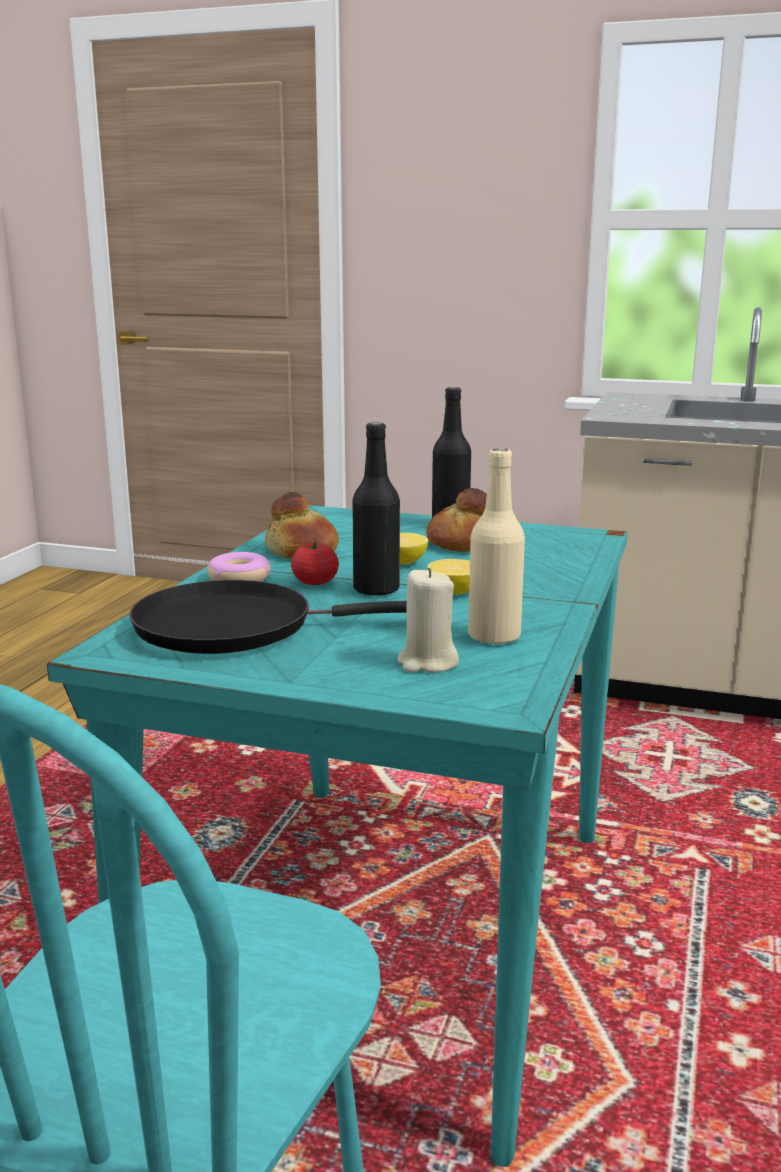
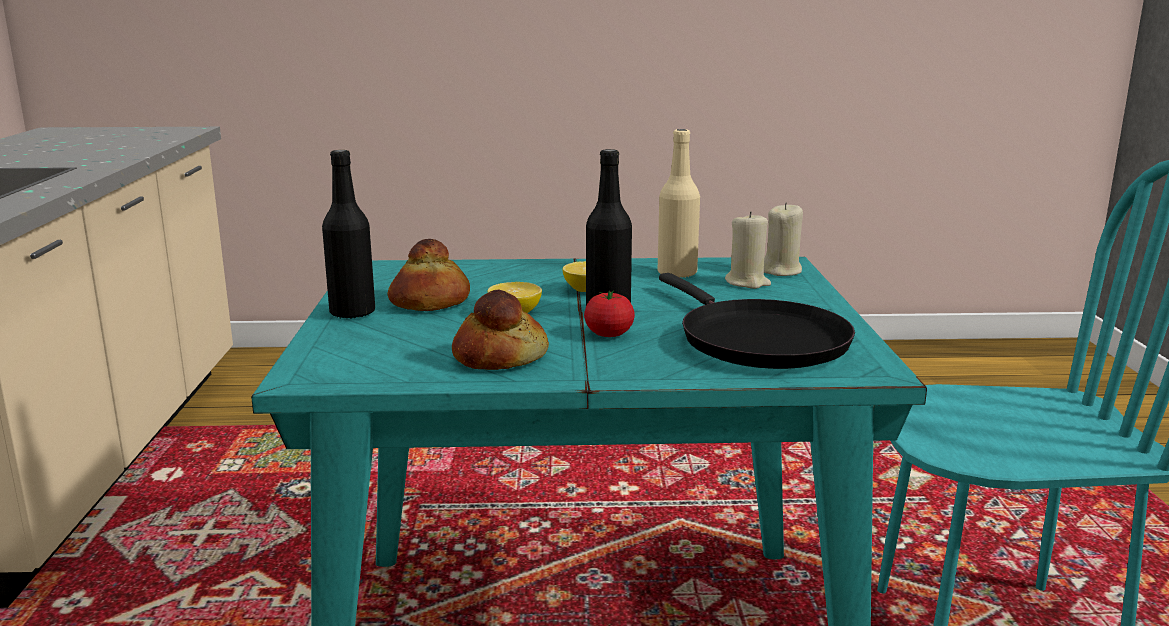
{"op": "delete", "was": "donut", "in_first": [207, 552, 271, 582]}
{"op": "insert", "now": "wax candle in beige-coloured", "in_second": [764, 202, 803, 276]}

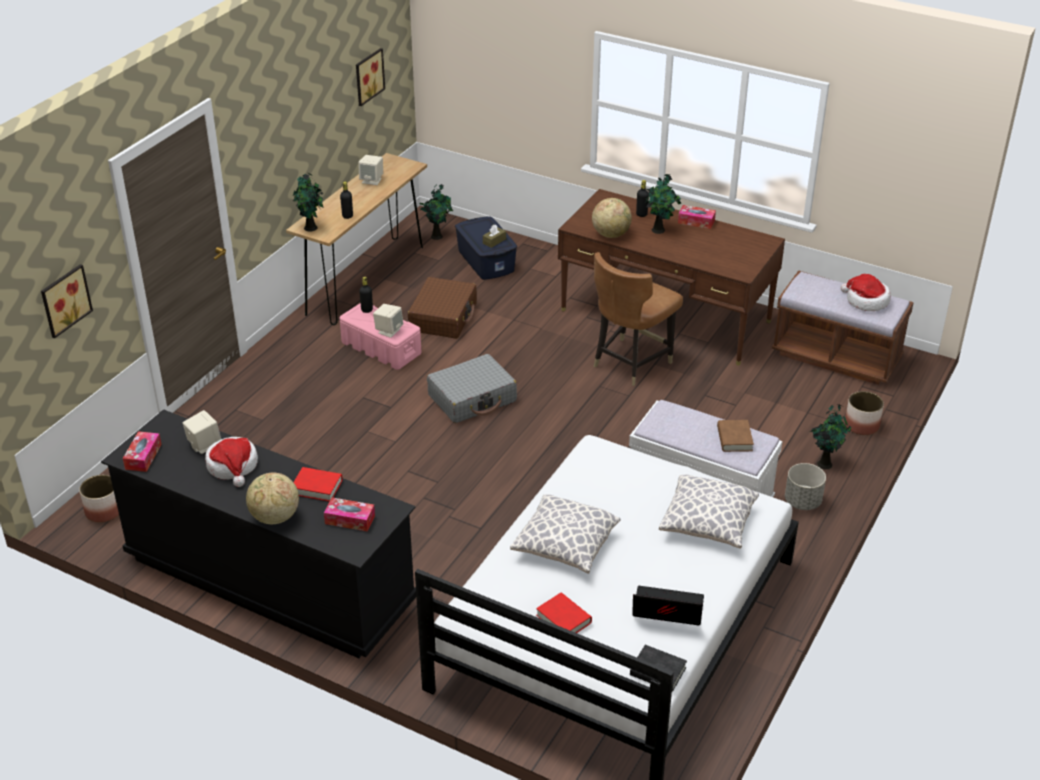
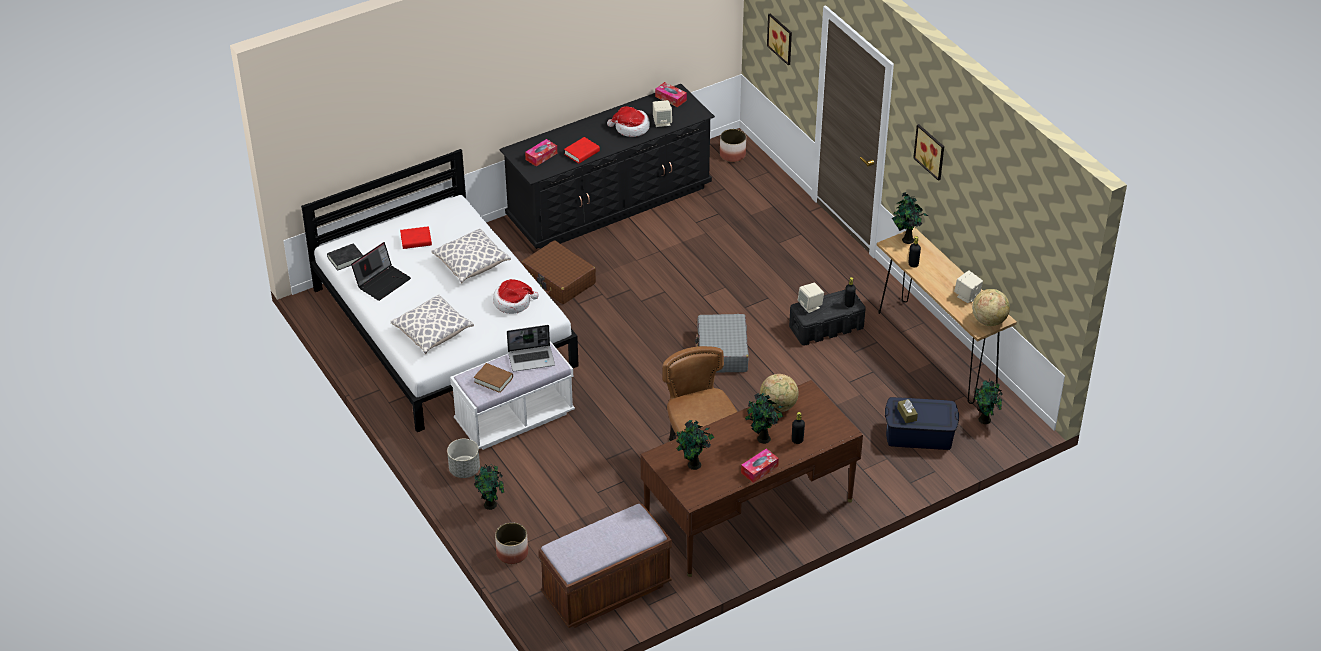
{"op": "insert", "now": "portable computer", "in_second": [507, 325, 555, 372]}
{"op": "insert", "now": "plant in a pot", "in_second": [676, 420, 714, 470]}
{"op": "move", "was": "globe", "in_first": [246, 473, 299, 524], "in_second": [972, 289, 1010, 326]}
{"op": "move", "was": "wall picture", "in_first": [356, 48, 385, 106], "in_second": [913, 124, 944, 181]}
{"op": "move", "was": "piece of luggage in brown", "in_first": [408, 277, 477, 339], "in_second": [522, 240, 596, 304]}
{"op": "move", "was": "wearable hat", "in_first": [840, 274, 891, 311], "in_second": [493, 279, 539, 314]}
{"op": "recolor", "was": "storage box in pinkish", "now": "storage box in black-coloured", "in_first": [339, 303, 421, 370], "in_second": [789, 290, 866, 346]}

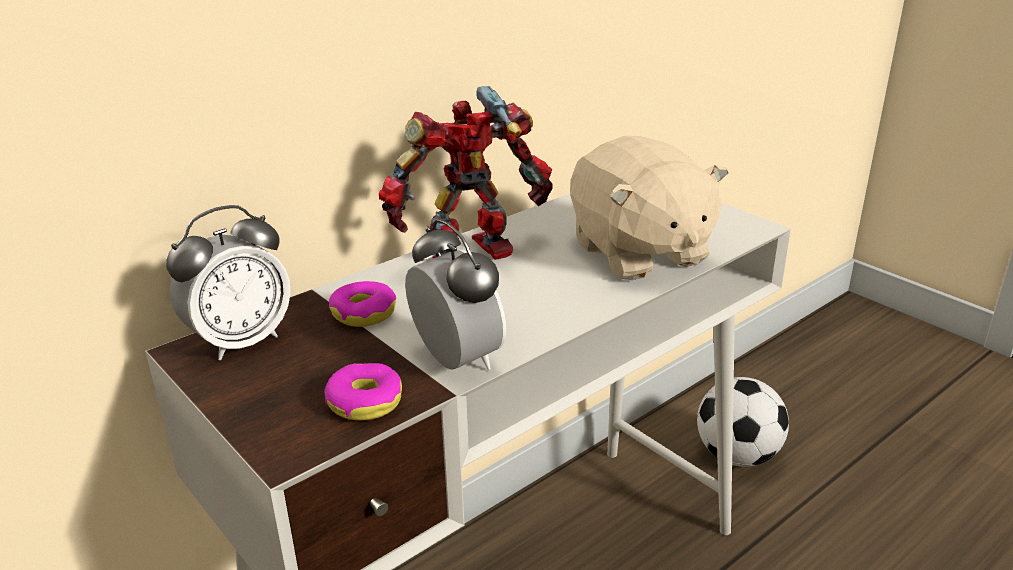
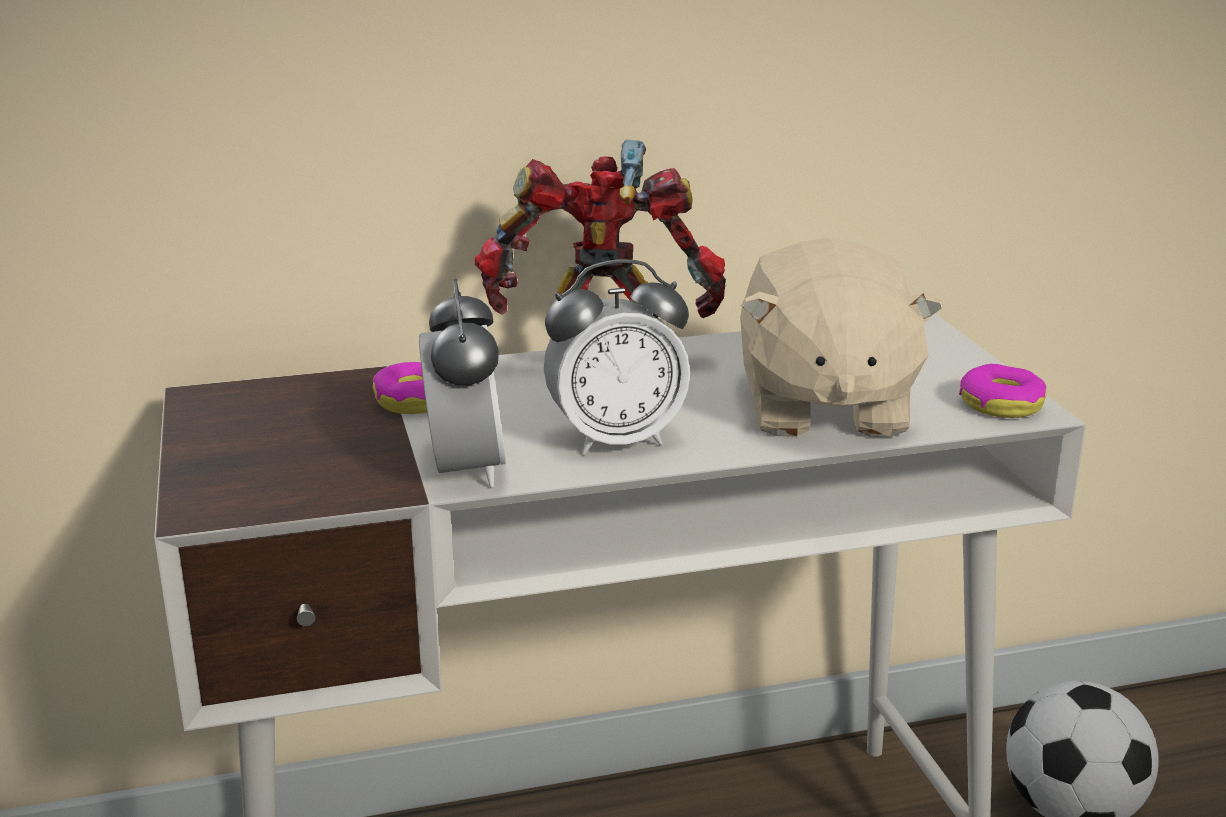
{"op": "move", "was": "alarm clock", "in_first": [166, 205, 291, 360], "in_second": [544, 259, 690, 455]}
{"op": "move", "was": "donut", "in_first": [324, 363, 402, 421], "in_second": [959, 364, 1047, 418]}

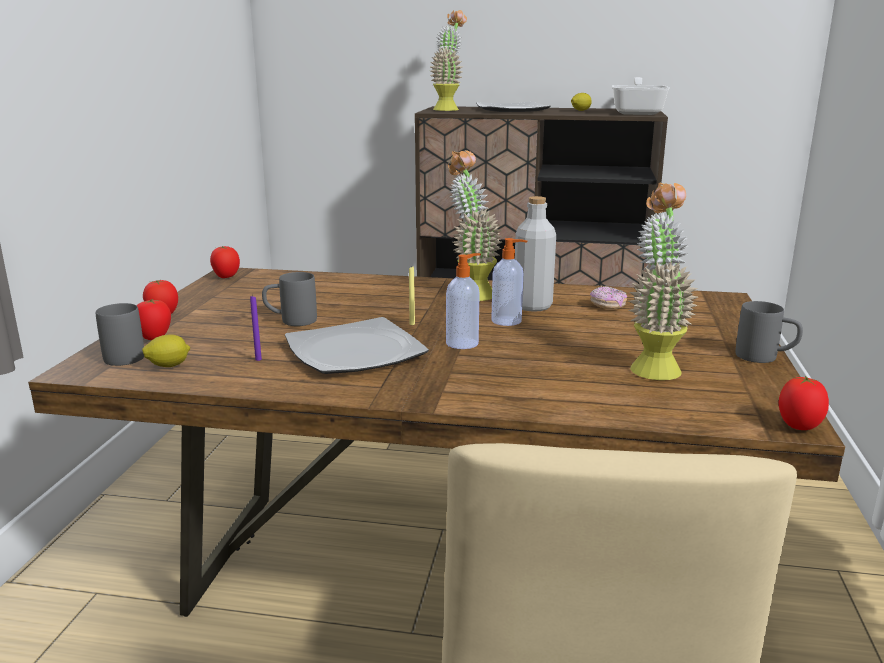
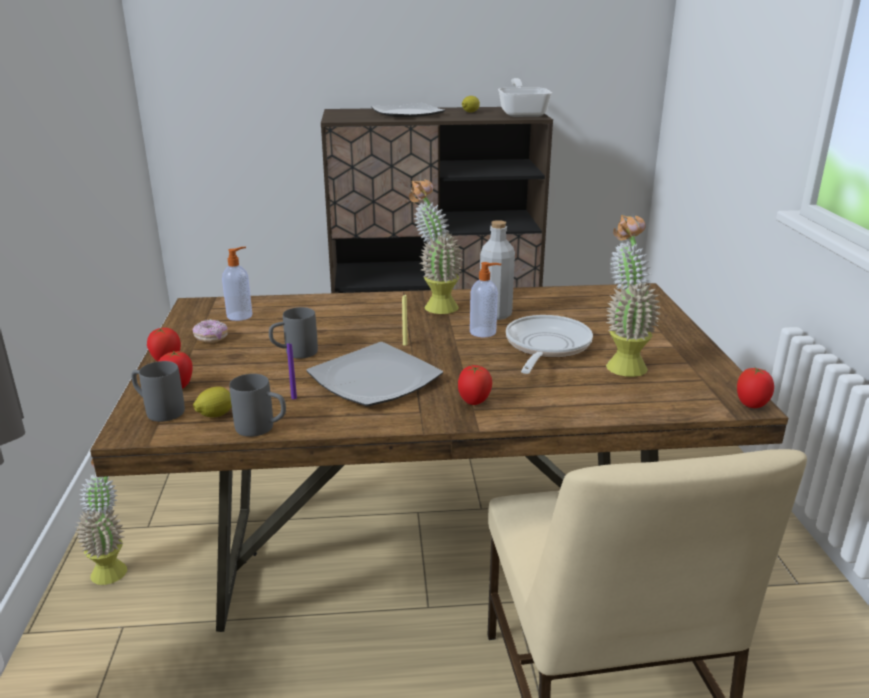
{"op": "insert", "now": "pan", "in_second": [506, 315, 593, 374]}
{"op": "move", "was": "whole tomato", "in_first": [210, 246, 240, 278], "in_second": [458, 365, 492, 405]}
{"op": "move", "was": "plant in a pot", "in_first": [430, 10, 467, 111], "in_second": [75, 459, 127, 585]}
{"op": "move", "was": "soap dispenser", "in_first": [446, 253, 481, 349], "in_second": [222, 247, 252, 321]}
{"op": "move", "was": "donut", "in_first": [590, 286, 627, 310], "in_second": [192, 319, 228, 343]}
{"op": "move", "was": "tea mug in gray", "in_first": [736, 301, 803, 363], "in_second": [229, 374, 286, 437]}

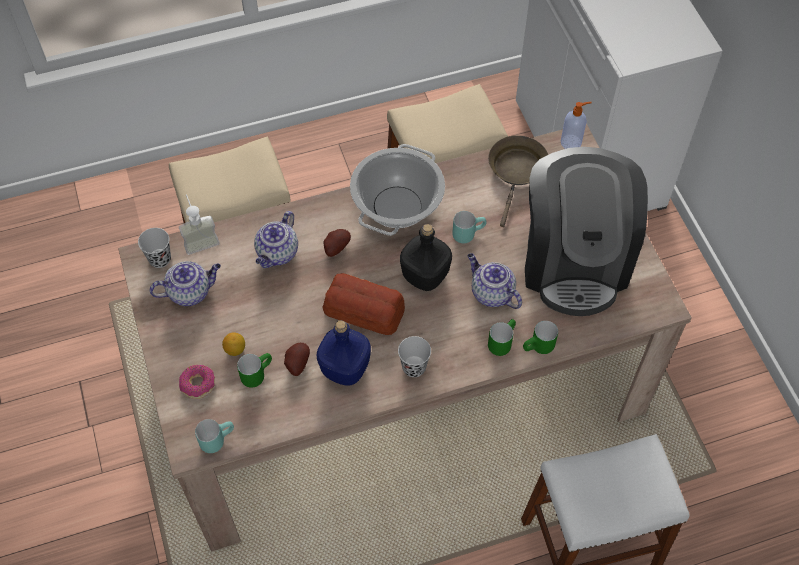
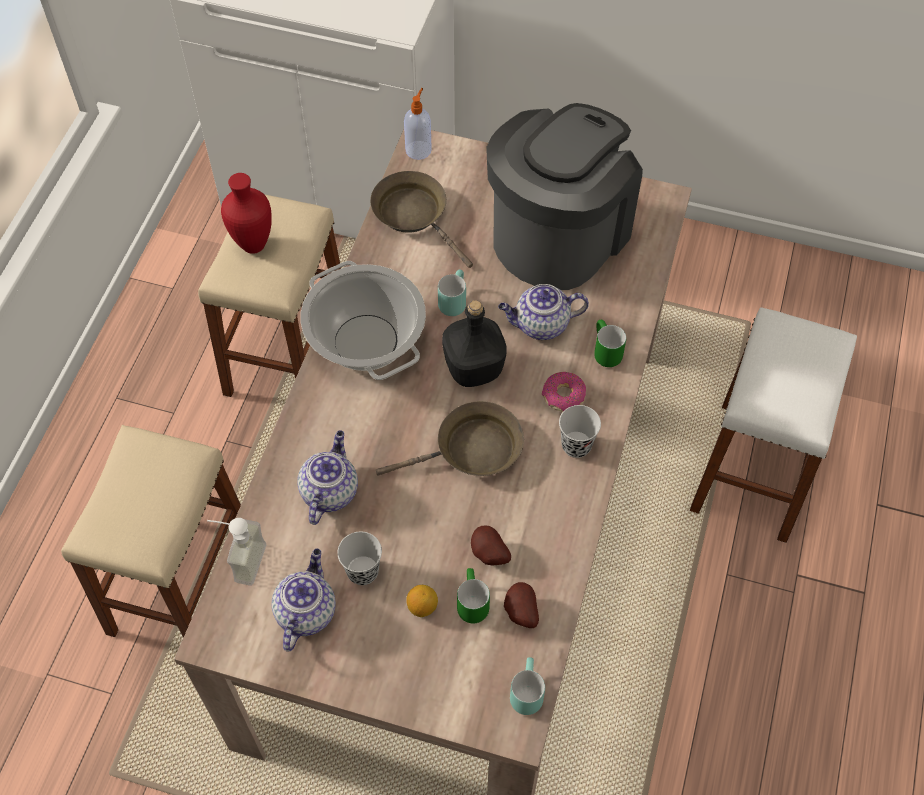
{"op": "delete", "was": "drink bottle in blue", "in_first": [316, 320, 371, 386]}
{"op": "delete", "was": "tea mug in green-coloured", "in_first": [523, 321, 558, 354]}
{"op": "insert", "now": "decorative vase in red", "in_second": [221, 173, 272, 254]}
{"op": "move", "was": "cup in black-coloured", "in_first": [138, 228, 171, 268], "in_second": [337, 532, 382, 585]}
{"op": "move", "was": "donut", "in_first": [179, 365, 215, 399], "in_second": [542, 372, 586, 411]}
{"op": "move", "was": "potato", "in_first": [324, 229, 351, 257], "in_second": [504, 582, 539, 628]}
{"op": "replace", "was": "bakery bread", "now": "pan in brown", "in_first": [323, 273, 405, 335], "in_second": [376, 401, 524, 476]}
{"op": "rotate", "was": "tea pot", "in_first": [254, 211, 298, 268], "in_second": [297, 430, 358, 525], "clockwise": -135}
{"op": "rotate", "was": "coffee maker", "in_first": [525, 147, 648, 316], "in_second": [486, 103, 643, 290], "clockwise": -90}

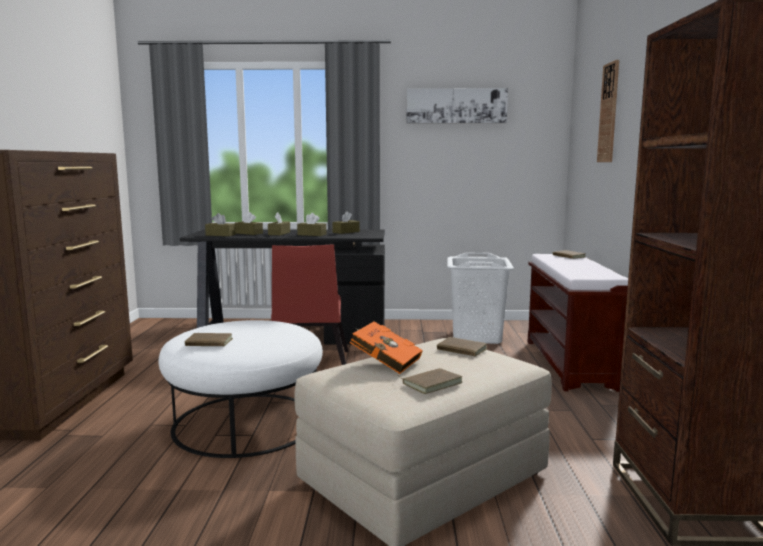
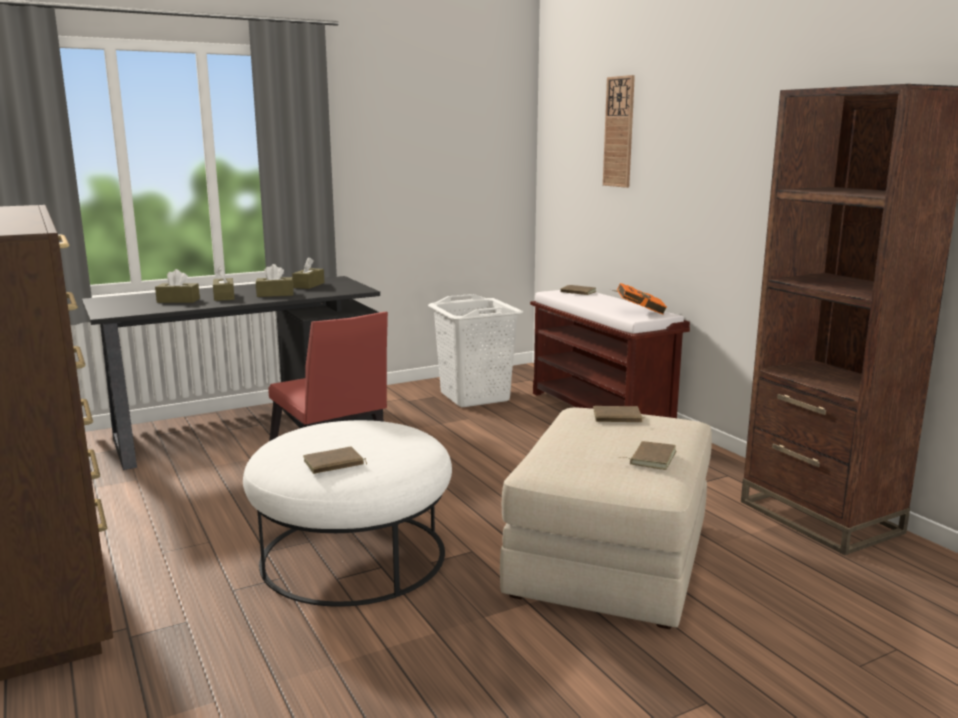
{"op": "delete", "was": "tissue box in brown", "in_first": [205, 213, 235, 236]}
{"op": "delete", "was": "wall picture", "in_first": [406, 88, 508, 123]}
{"op": "move", "was": "bound book in orange-coloured", "in_first": [350, 321, 423, 374], "in_second": [611, 283, 667, 315]}

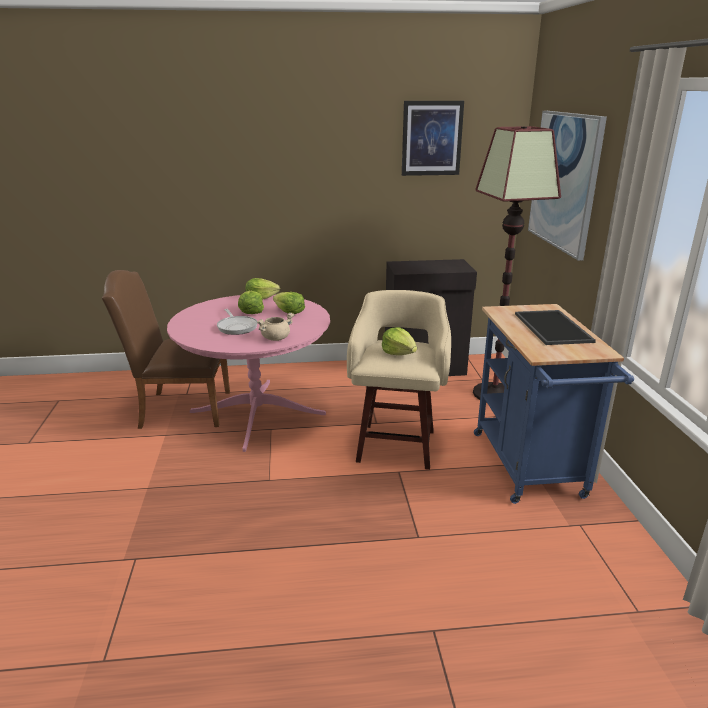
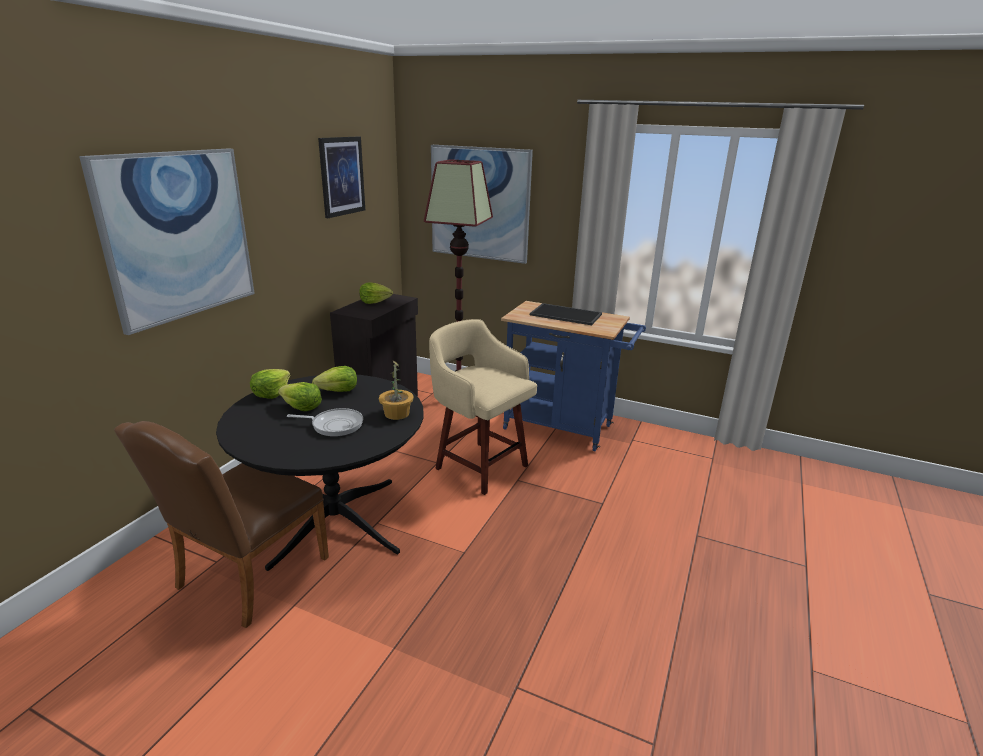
{"op": "insert", "now": "wall picture", "in_second": [79, 148, 255, 335]}
{"op": "move", "was": "lettuce head", "in_first": [382, 327, 417, 355], "in_second": [359, 282, 393, 304]}
{"op": "replace", "was": "stockpot in beige-coloured", "now": "plant in a pot", "in_first": [257, 313, 294, 341], "in_second": [379, 360, 414, 420]}
{"op": "recolor", "was": "dining table in pinkish", "now": "dining table in black-coloured", "in_first": [167, 295, 330, 452], "in_second": [216, 375, 424, 571]}

